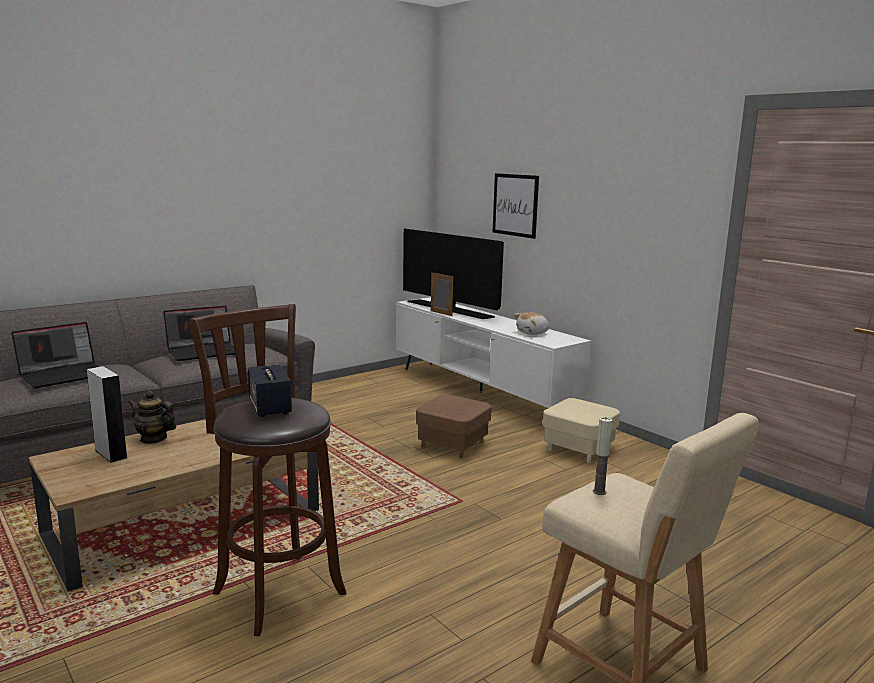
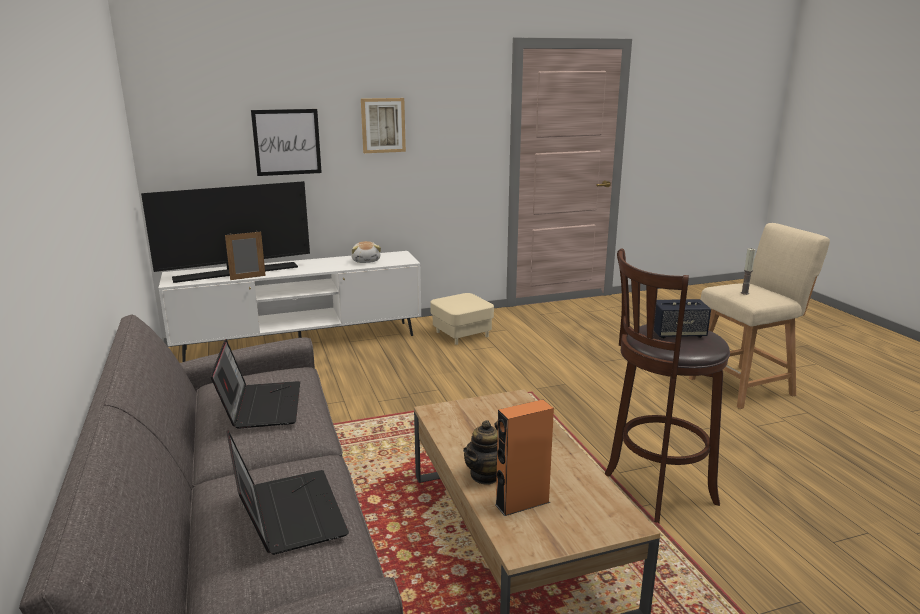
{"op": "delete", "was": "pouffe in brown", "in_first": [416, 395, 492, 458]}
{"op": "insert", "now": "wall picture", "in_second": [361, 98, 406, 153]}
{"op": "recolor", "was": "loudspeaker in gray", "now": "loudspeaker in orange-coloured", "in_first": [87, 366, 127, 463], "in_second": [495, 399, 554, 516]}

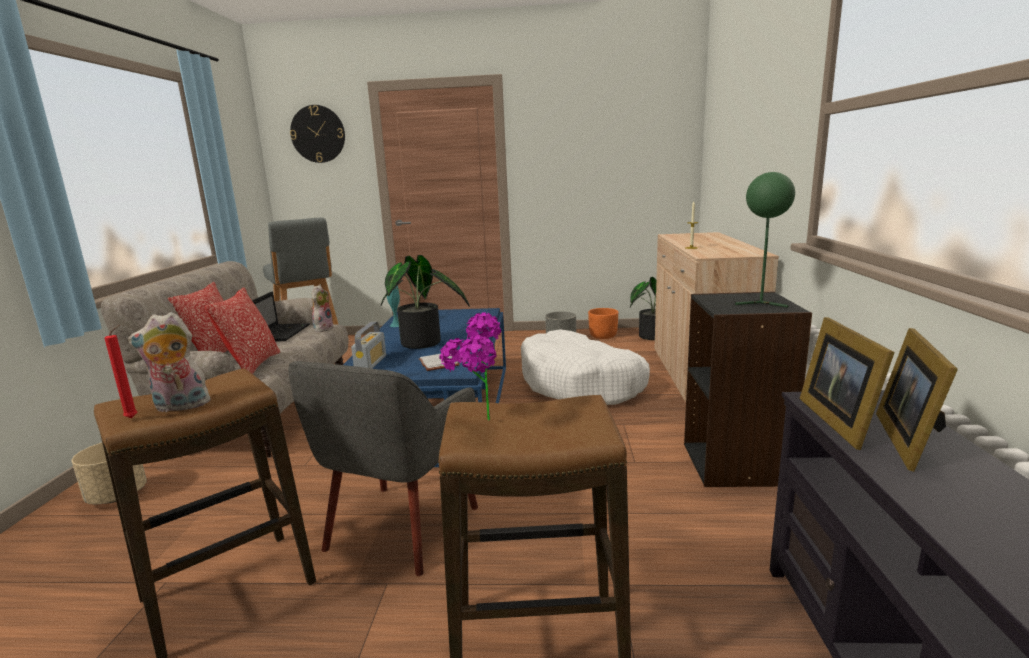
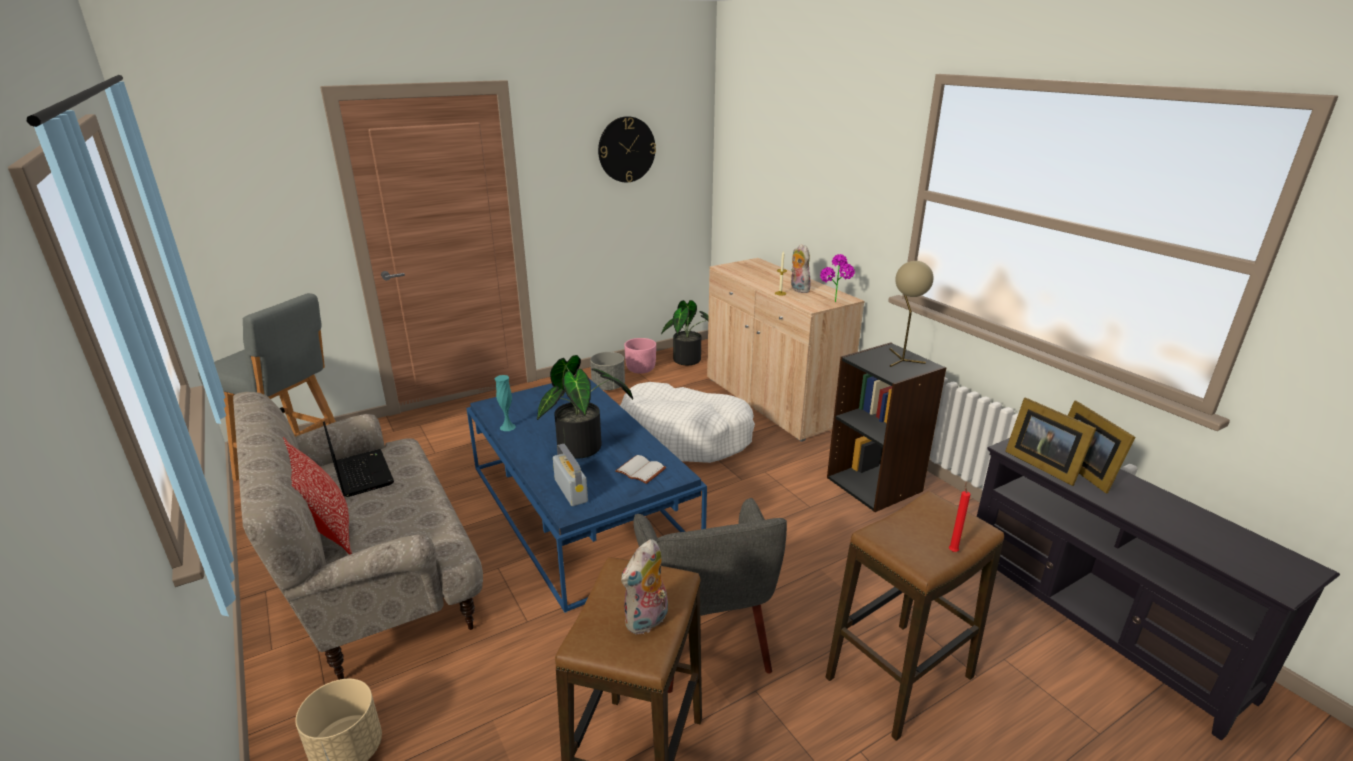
{"op": "delete", "was": "throw pillow", "in_first": [205, 288, 280, 374]}
{"op": "move", "was": "wax candle in red", "in_first": [105, 325, 137, 418], "in_second": [949, 482, 971, 552]}
{"op": "move", "was": "wall clock", "in_first": [290, 105, 345, 163], "in_second": [598, 116, 656, 182]}
{"op": "move", "was": "soft toy", "in_first": [310, 285, 334, 332], "in_second": [791, 244, 811, 293]}
{"op": "move", "was": "plant in a pot", "in_first": [439, 312, 501, 420], "in_second": [820, 254, 855, 302]}
{"op": "recolor", "was": "planter in orange-coloured", "now": "planter in pinkish", "in_first": [588, 308, 618, 339], "in_second": [624, 338, 656, 374]}
{"op": "recolor", "was": "lamp for a table in green-coloured", "now": "lamp for a table in beige-coloured", "in_first": [735, 172, 795, 308], "in_second": [889, 261, 933, 367]}

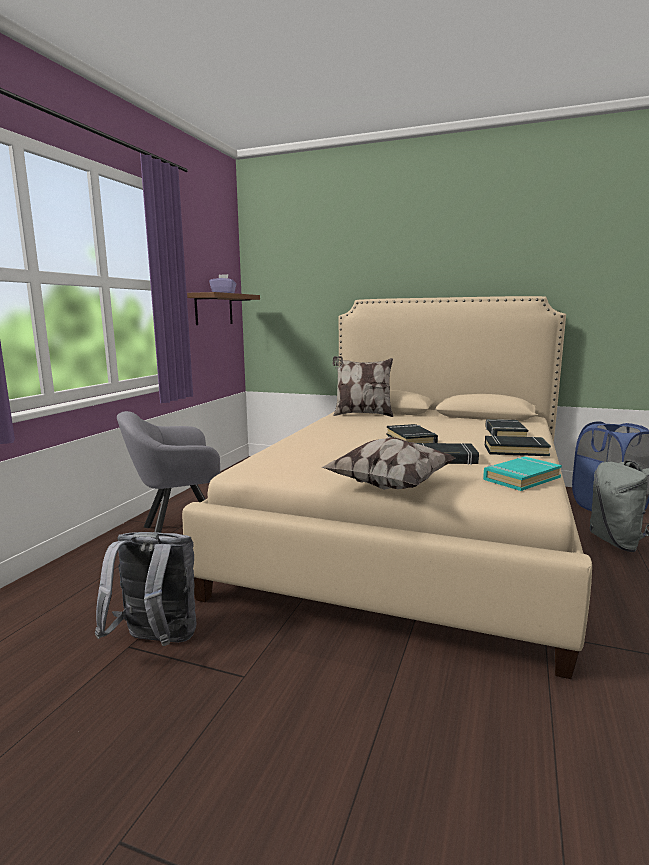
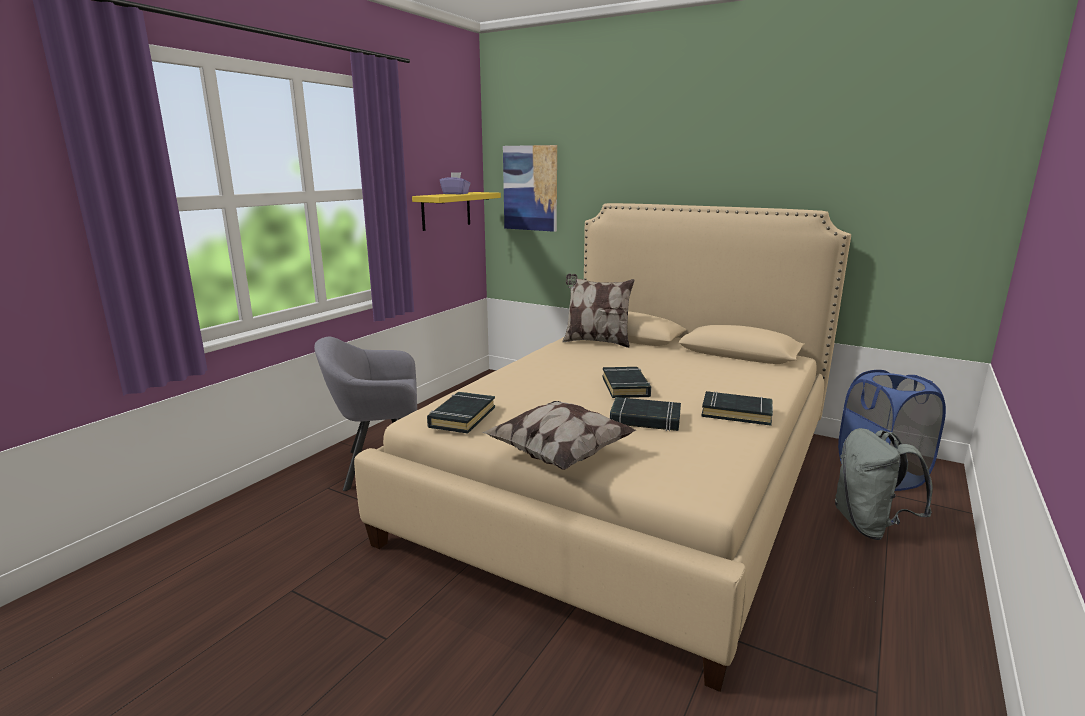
{"op": "delete", "was": "rucksack in gray", "in_first": [95, 532, 197, 646]}
{"op": "delete", "was": "bound book in turquoise-coloured", "in_first": [483, 457, 562, 491]}
{"op": "insert", "now": "wall picture", "in_second": [503, 145, 557, 232]}
{"op": "move", "was": "bound book in black-coloured", "in_first": [485, 419, 528, 437], "in_second": [427, 392, 495, 434]}
{"op": "recolor", "was": "bracket shelf in brown", "now": "bracket shelf in yellow", "in_first": [187, 292, 260, 325], "in_second": [412, 192, 501, 231]}

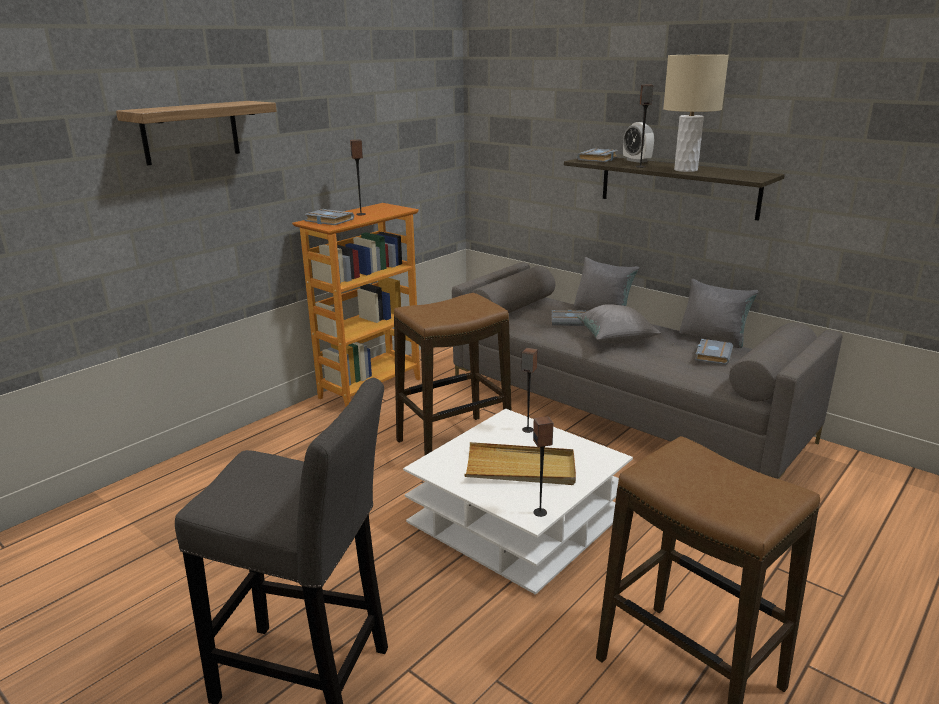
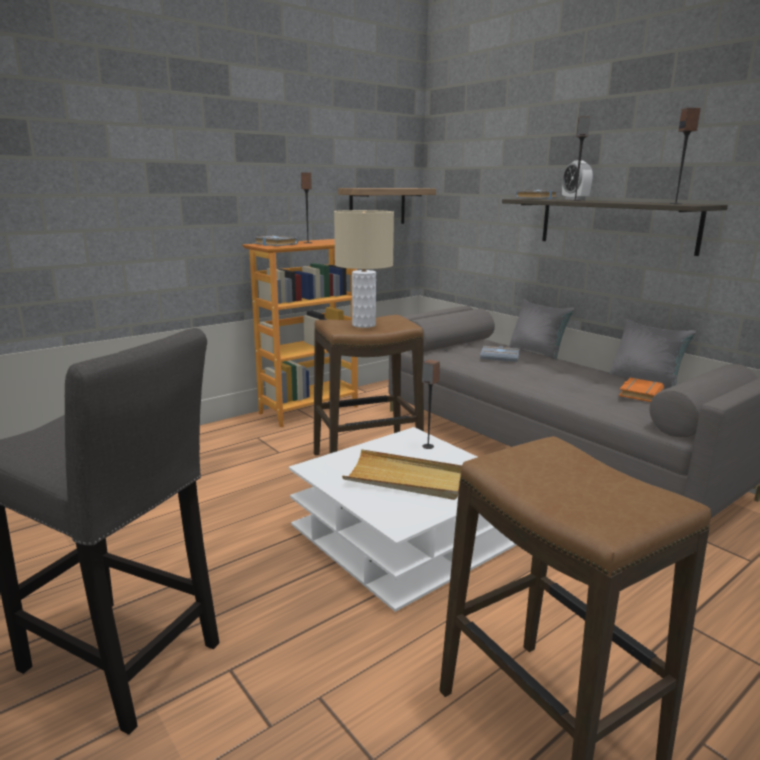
{"op": "delete", "was": "throw pillow in gray", "in_first": [577, 304, 661, 344]}
{"op": "move", "was": "bracket shelf", "in_first": [116, 101, 277, 165], "in_second": [338, 188, 436, 224]}
{"op": "move", "was": "loudspeaker", "in_first": [533, 416, 553, 517], "in_second": [670, 108, 701, 204]}
{"op": "move", "was": "lamp for a table in beige-coloured", "in_first": [663, 54, 729, 172], "in_second": [334, 210, 394, 328]}
{"op": "recolor", "was": "bound book in gray", "now": "bound book in orange-coloured", "in_first": [695, 339, 733, 365], "in_second": [619, 378, 664, 402]}

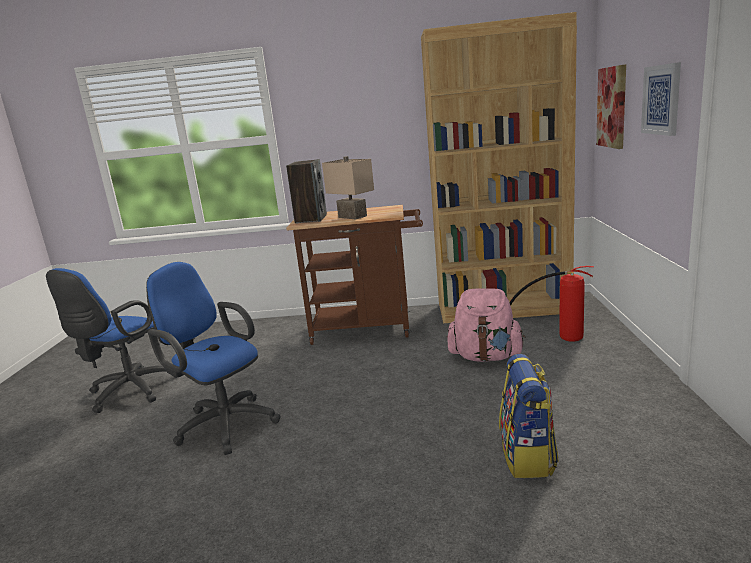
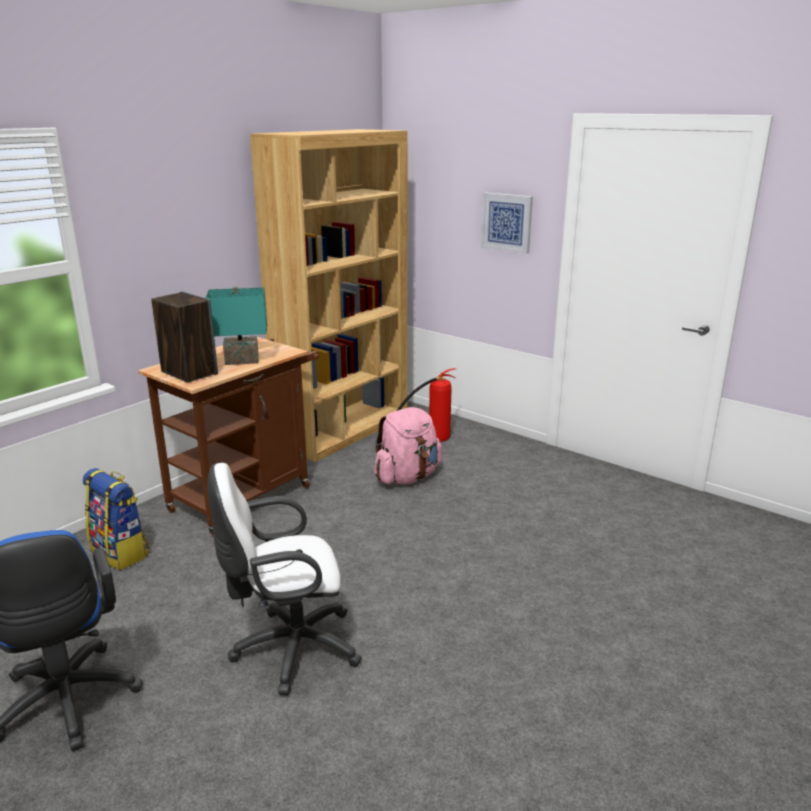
{"op": "delete", "was": "wall picture", "in_first": [596, 64, 626, 149]}
{"op": "move", "was": "rucksack", "in_first": [499, 354, 559, 478], "in_second": [83, 468, 149, 570]}
{"op": "recolor", "was": "desk chair in blue", "now": "desk chair in white-coloured", "in_first": [146, 262, 281, 455], "in_second": [207, 463, 362, 696]}
{"op": "recolor", "was": "lamp for a table in beige-coloured", "now": "lamp for a table in turquoise-coloured", "in_first": [322, 156, 374, 219], "in_second": [206, 287, 267, 365]}

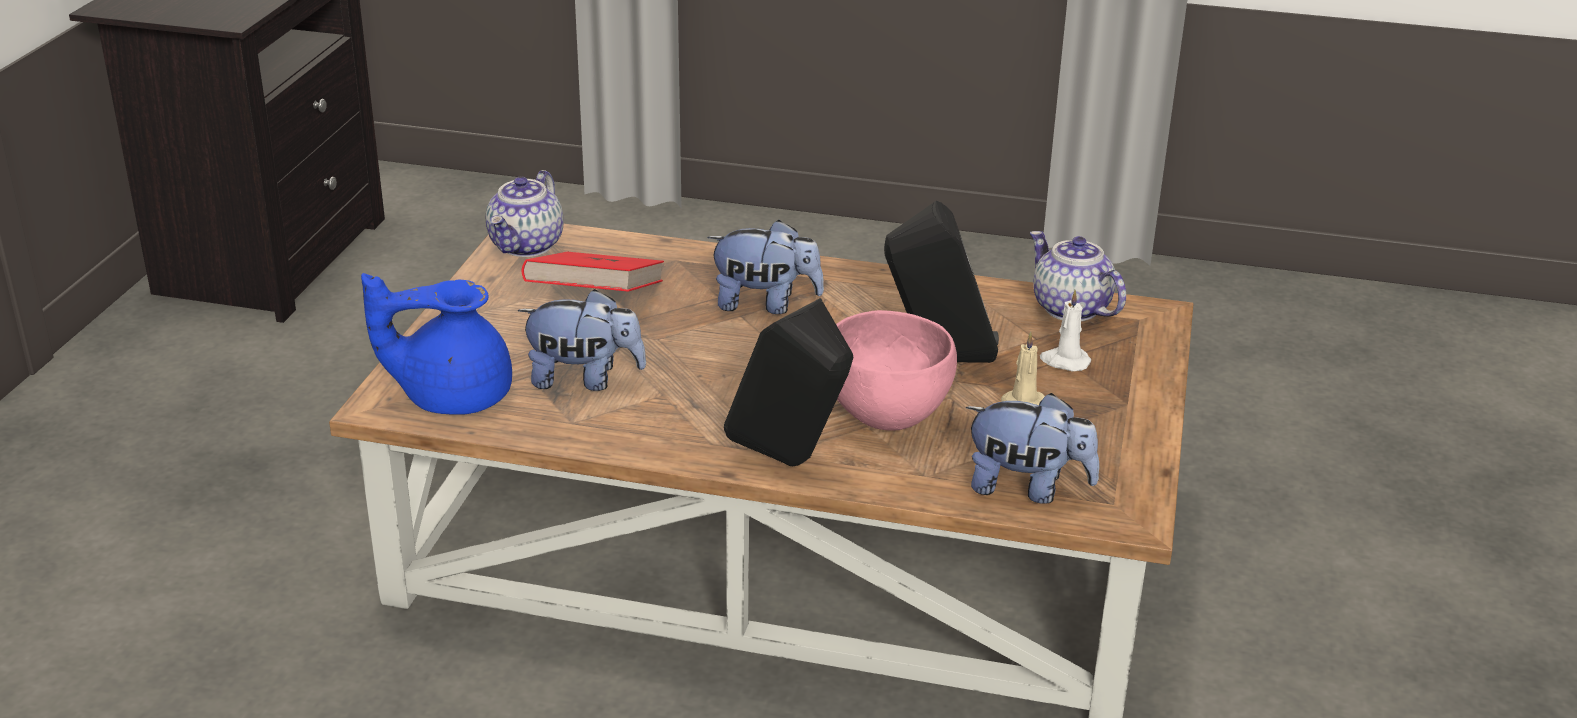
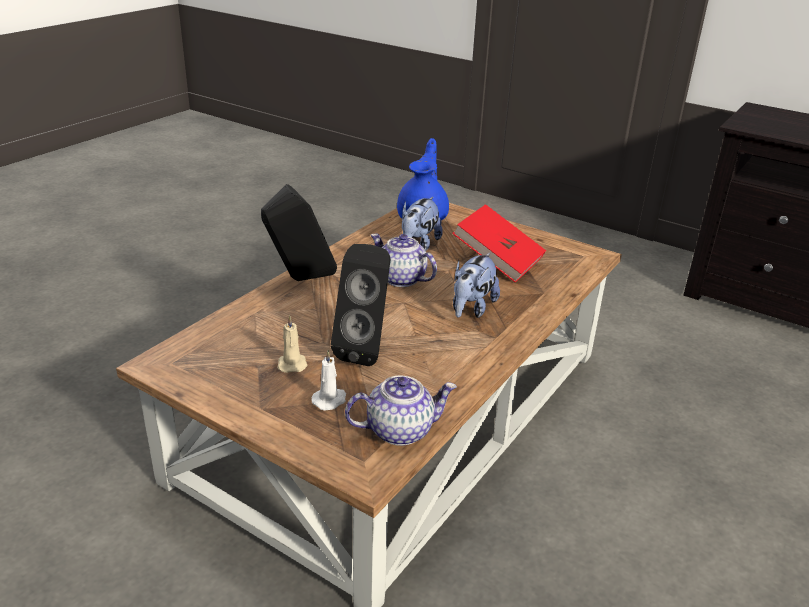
{"op": "delete", "was": "deep dish in pinkish", "in_first": [836, 310, 957, 431]}
{"op": "delete", "was": "soft toy", "in_first": [966, 393, 1099, 504]}
{"op": "move", "was": "tea pot", "in_first": [486, 170, 563, 257], "in_second": [371, 234, 437, 287]}

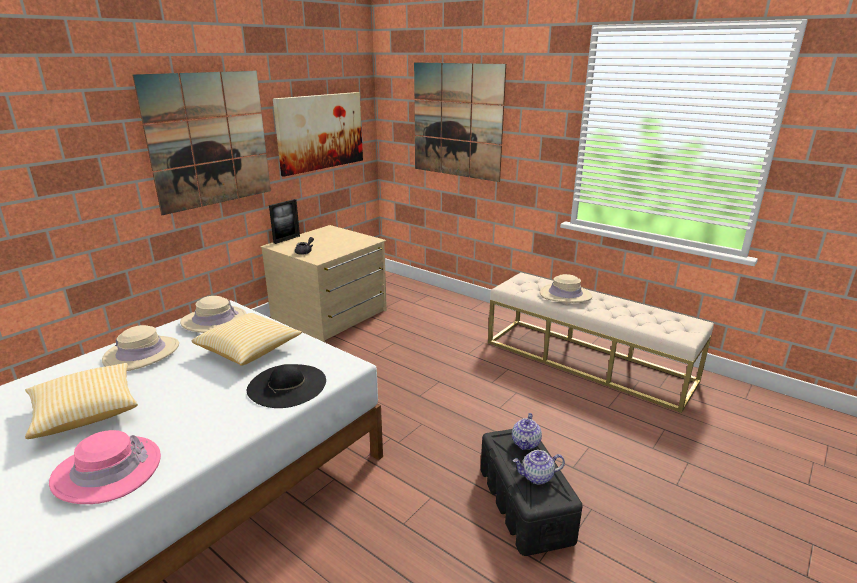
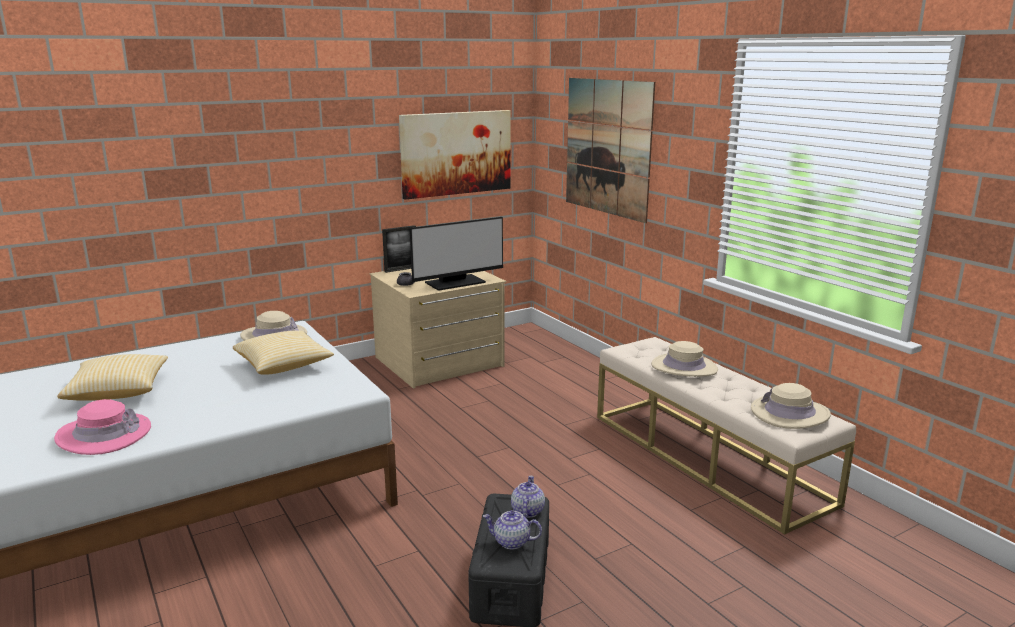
{"op": "delete", "was": "wall picture", "in_first": [132, 71, 271, 215]}
{"op": "delete", "was": "wearable hat in black-coloured", "in_first": [247, 364, 326, 408]}
{"op": "insert", "now": "monitor", "in_second": [410, 217, 503, 291]}
{"op": "move", "was": "wearable hat in beige-coloured", "in_first": [102, 325, 179, 371], "in_second": [751, 383, 831, 429]}
{"op": "rotate", "was": "tea pot", "in_first": [512, 413, 542, 450], "in_second": [511, 476, 545, 518], "clockwise": 150}

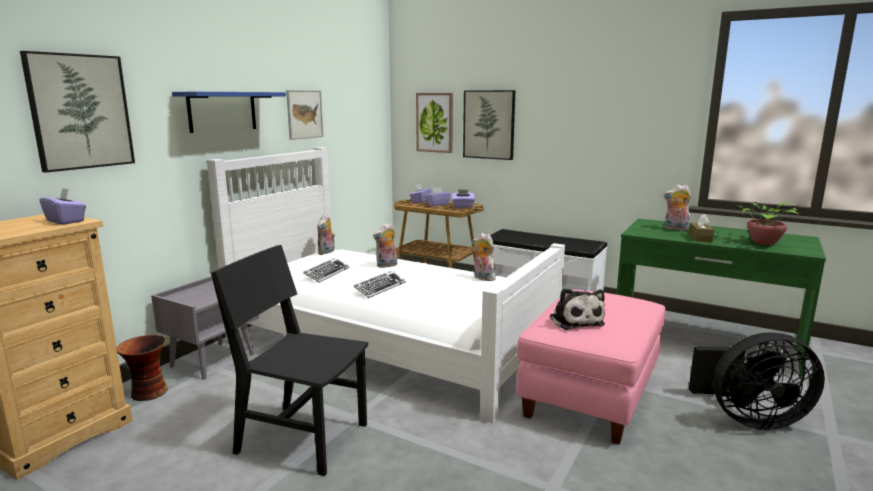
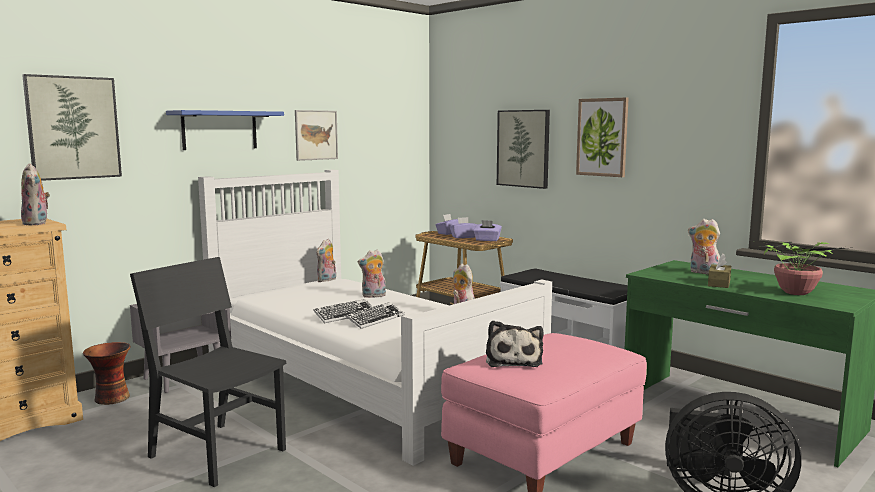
{"op": "move", "was": "computer keyboard", "in_first": [303, 258, 350, 283], "in_second": [346, 302, 405, 329]}
{"op": "move", "was": "wall picture", "in_first": [416, 93, 453, 153], "in_second": [576, 97, 629, 177]}
{"op": "replace", "was": "tissue box in purplish", "now": "soft toy", "in_first": [40, 187, 86, 225], "in_second": [21, 163, 50, 225]}

